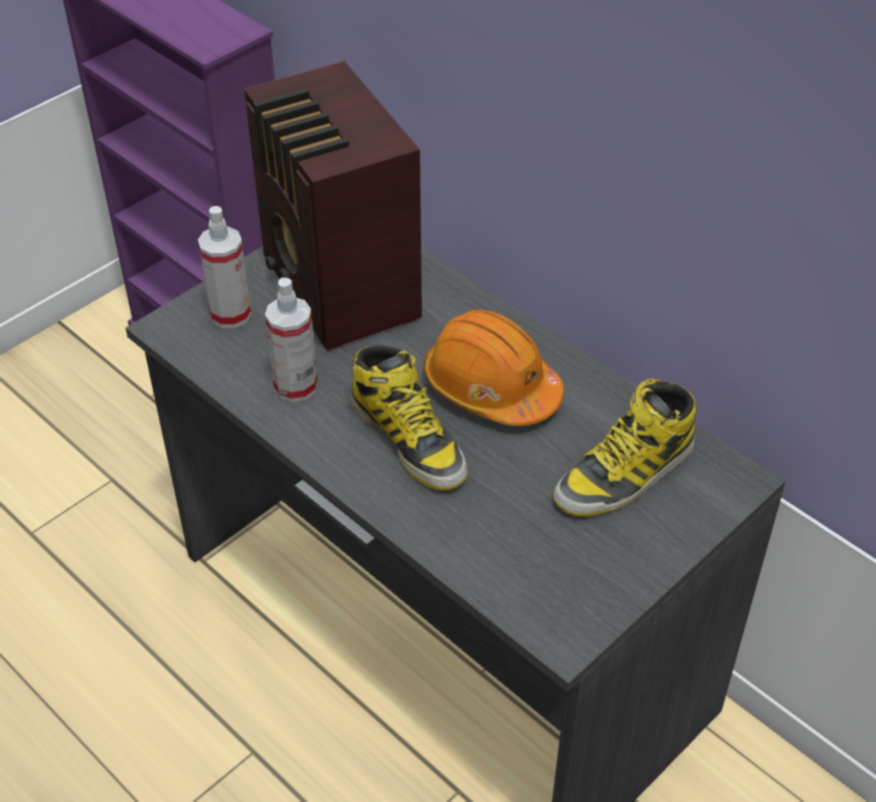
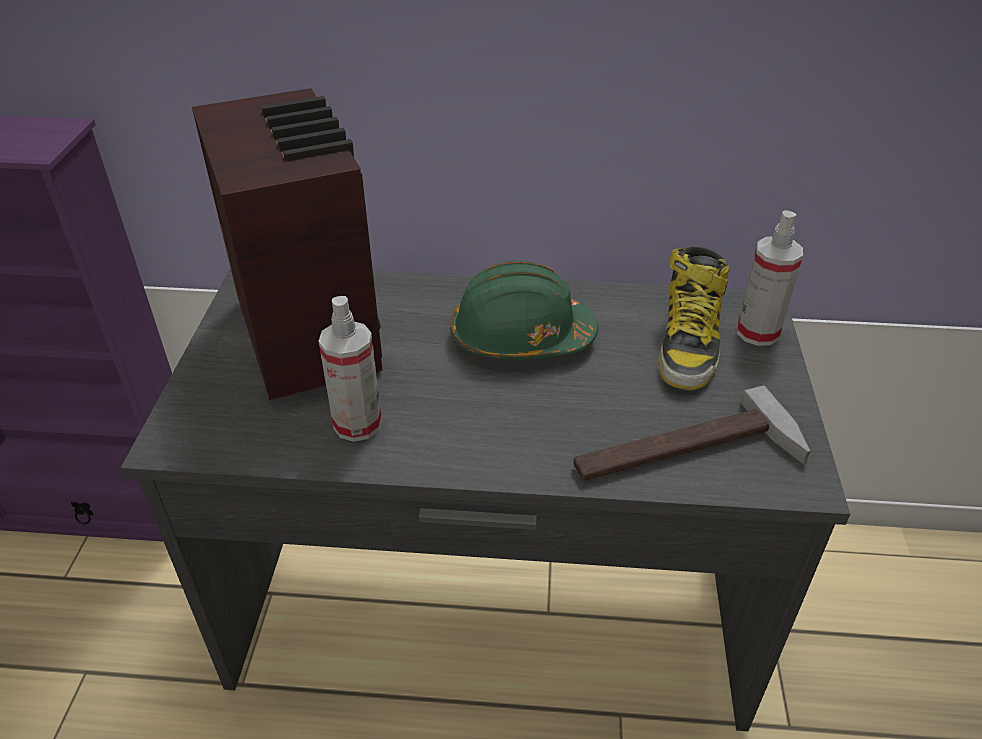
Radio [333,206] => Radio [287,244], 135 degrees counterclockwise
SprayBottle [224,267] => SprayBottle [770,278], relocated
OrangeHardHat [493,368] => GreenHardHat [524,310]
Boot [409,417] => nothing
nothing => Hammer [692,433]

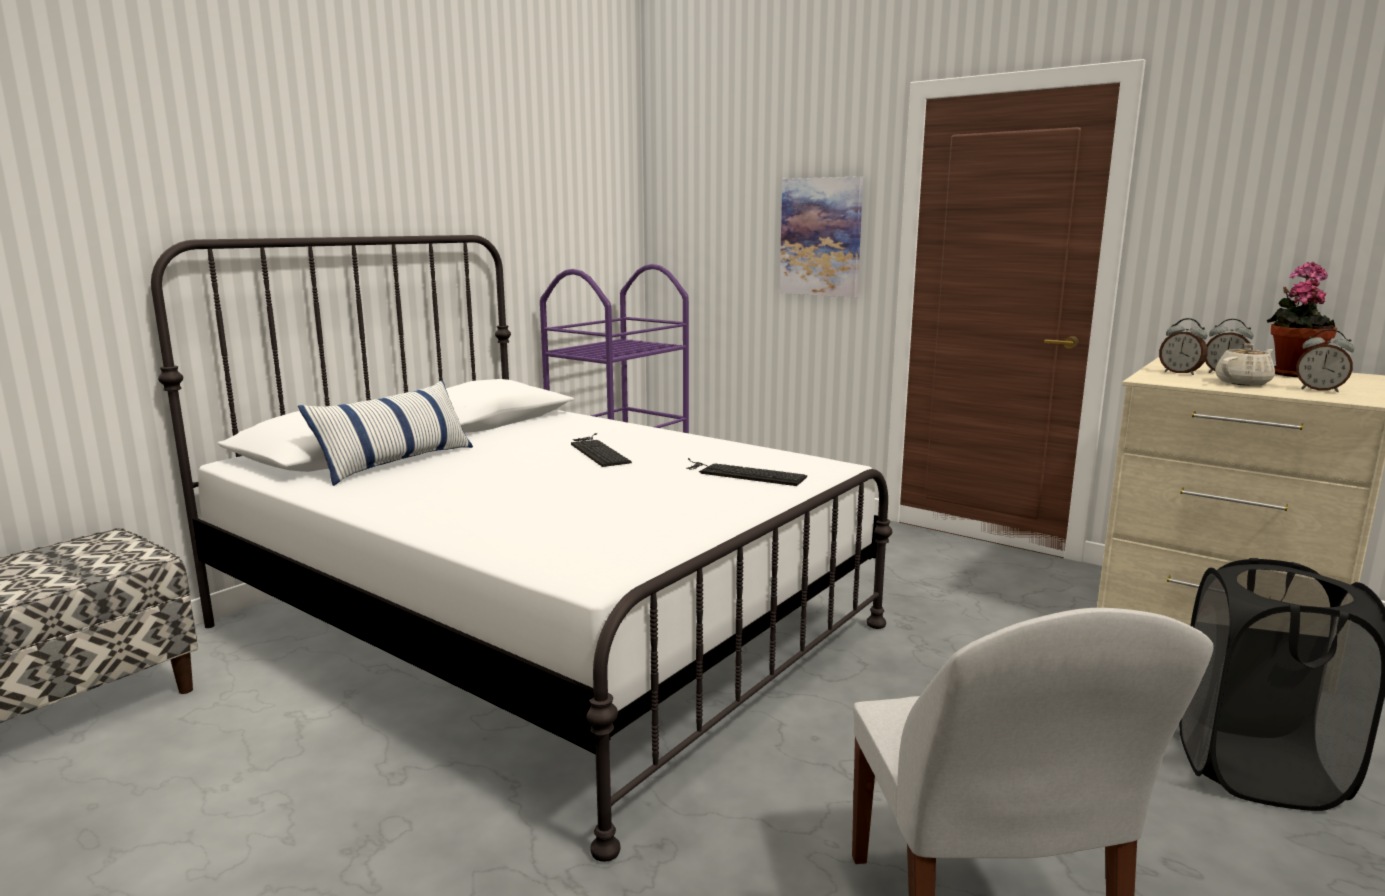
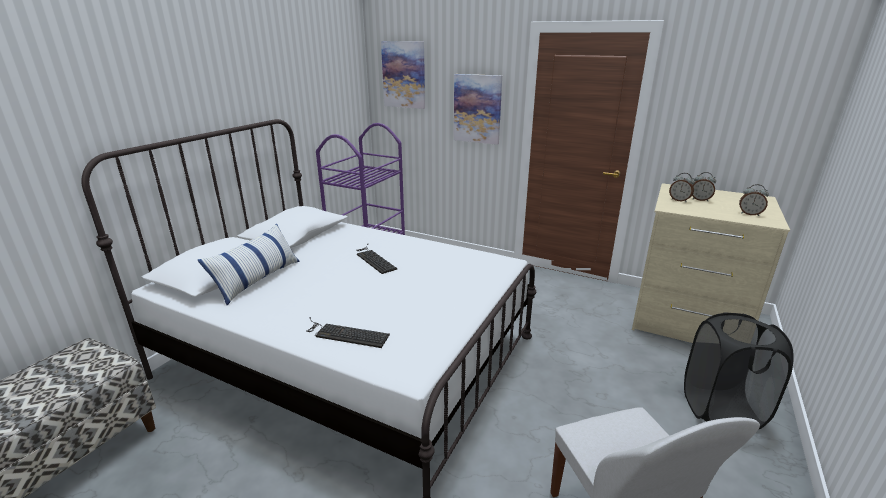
PottedPlant [1302,319] => nothing
BeigeTeapot [1245,365] => nothing
Keyboard [746,472] => Keyboard [348,332], relocated
nothing => Picture [403,75]

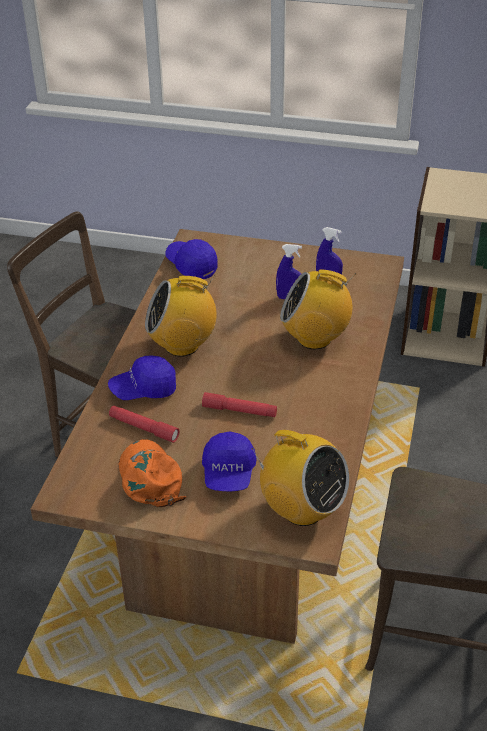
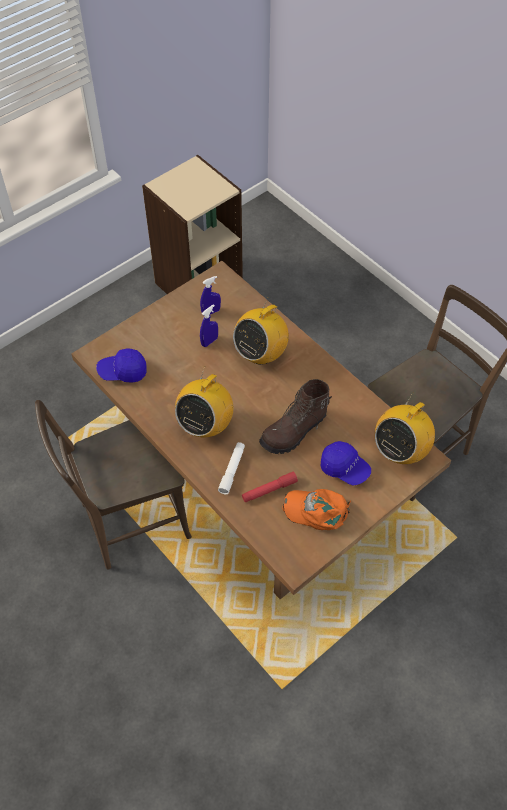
BlueCap [142,377] => WhiteFlashlight [231,468]
RedFlashlight [239,404] => BrownBoot [295,416]
Radio [300,478] => Radio [405,428], 150 degrees clockwise

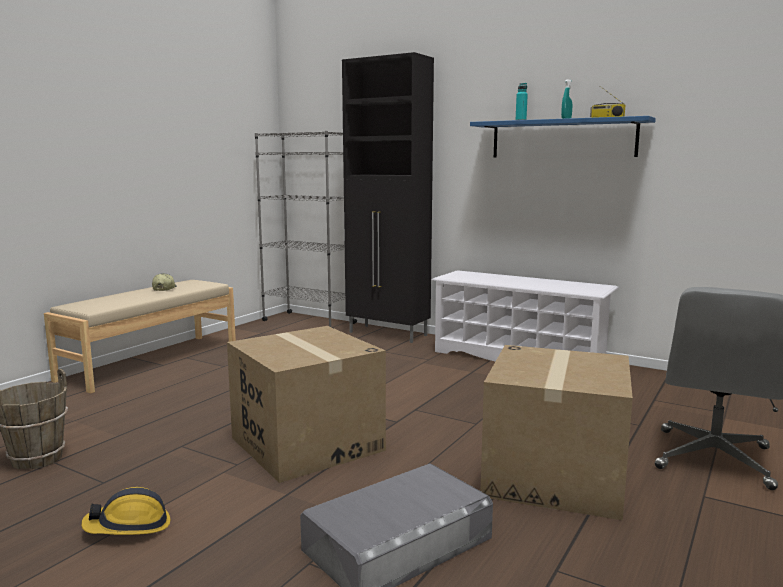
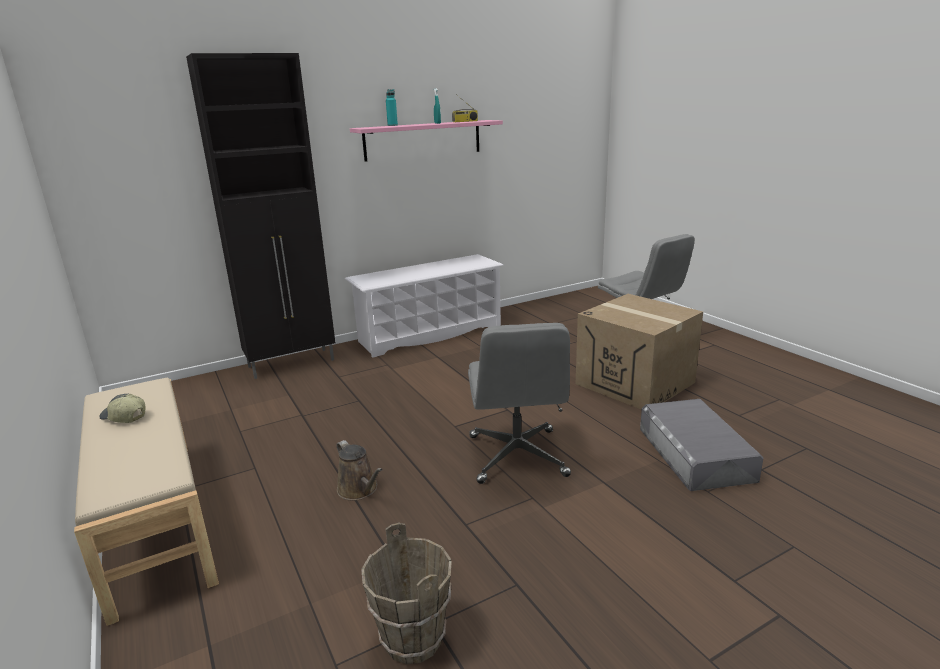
BlueShelf [563,137] => PinkShelf [426,141]
GreyBookcase [306,229] => nothing
CardboardBox [306,404] => GreyOfficeChair [519,403]
HardHat [125,511] => nothing
nothing => BrownWateringCan [359,470]

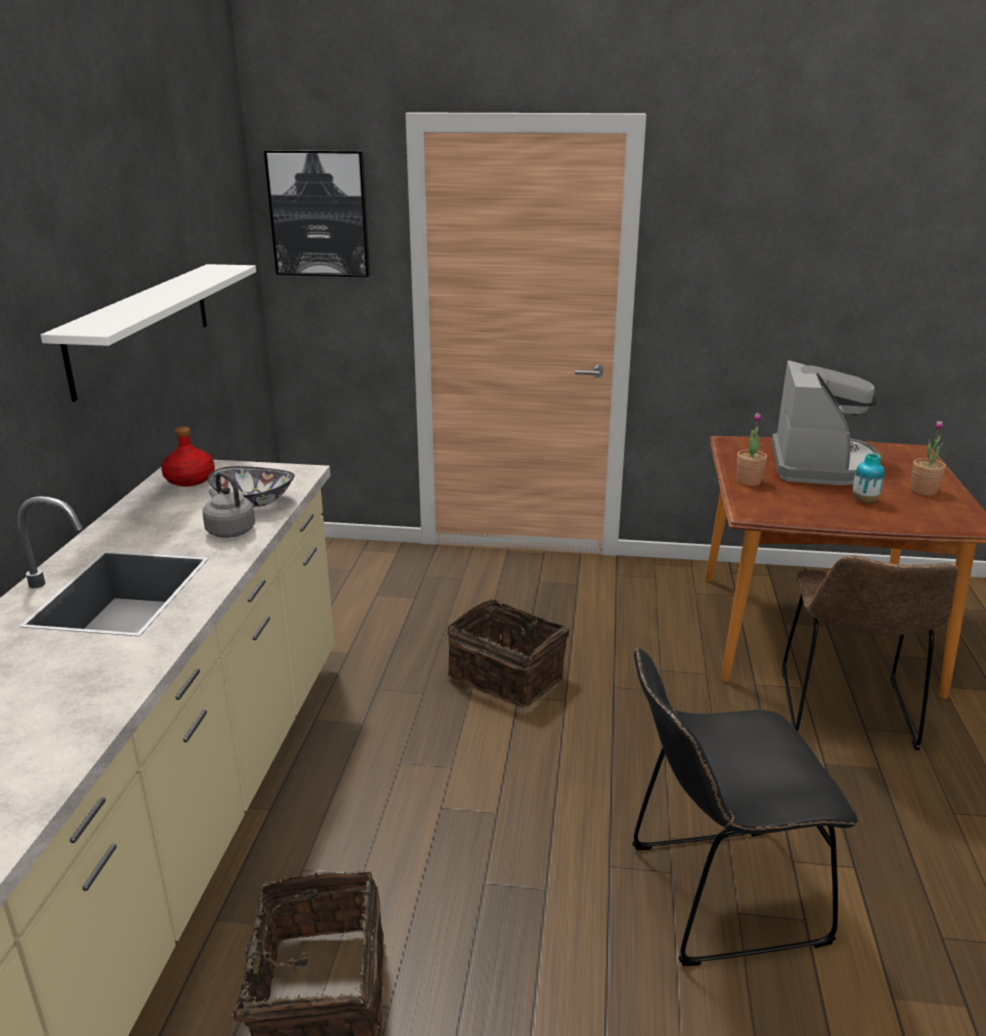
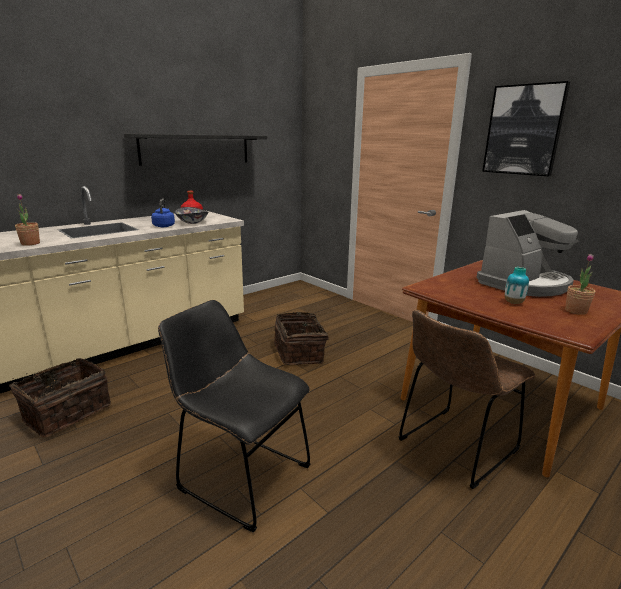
Picture [317,213] => Picture [526,128], relocated
WhiteShelf [148,333] => BlackShelf [195,150]
PottedPlant [752,449] => PottedPlant [27,220], relocated
GreyKettle [229,505] => BlueKettle [163,213]

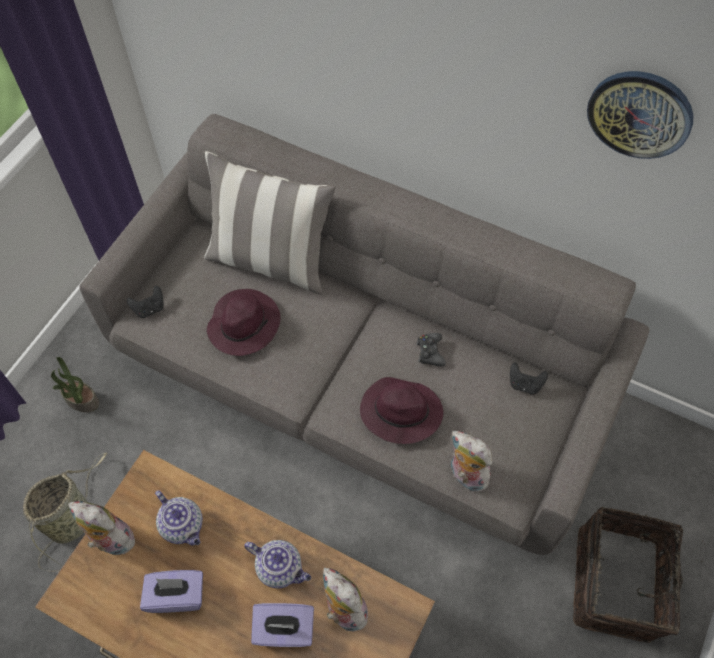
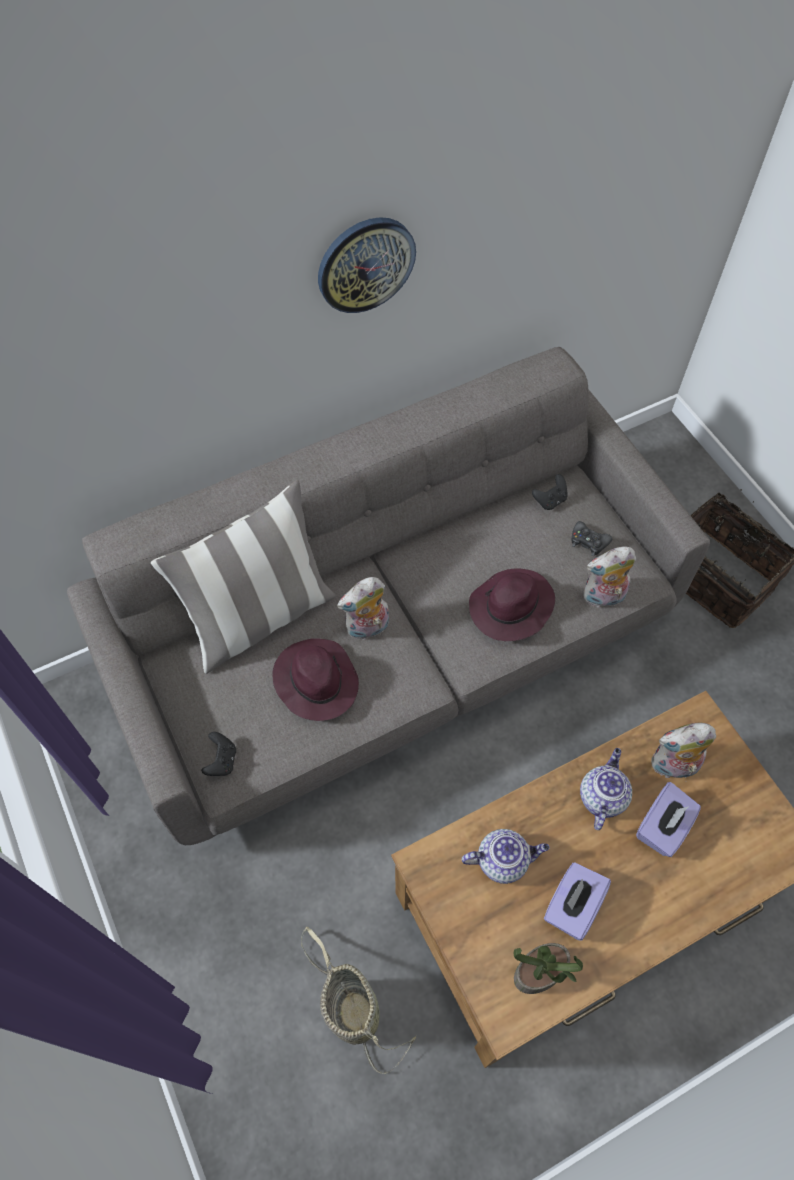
WallClock [640,115] => WallClock [367,265], relocated
BlackGameController [431,349] => BlackGameController [591,538], relocated
PottedPlant [75,384] => PottedPlant [548,968], relocated
PlushToy [102,528] => PlushToy [363,608], relocated
Teapot [277,564] => Teapot [606,789], 45 degrees counterclockwise

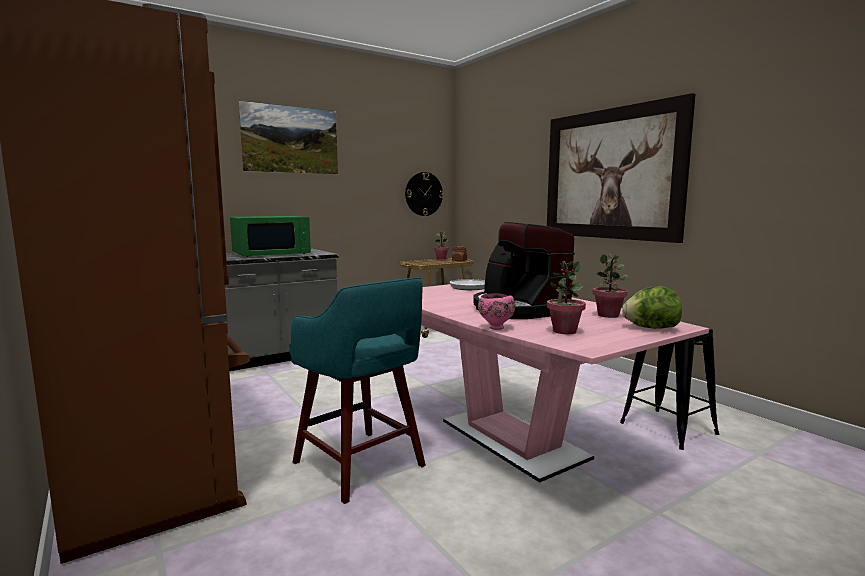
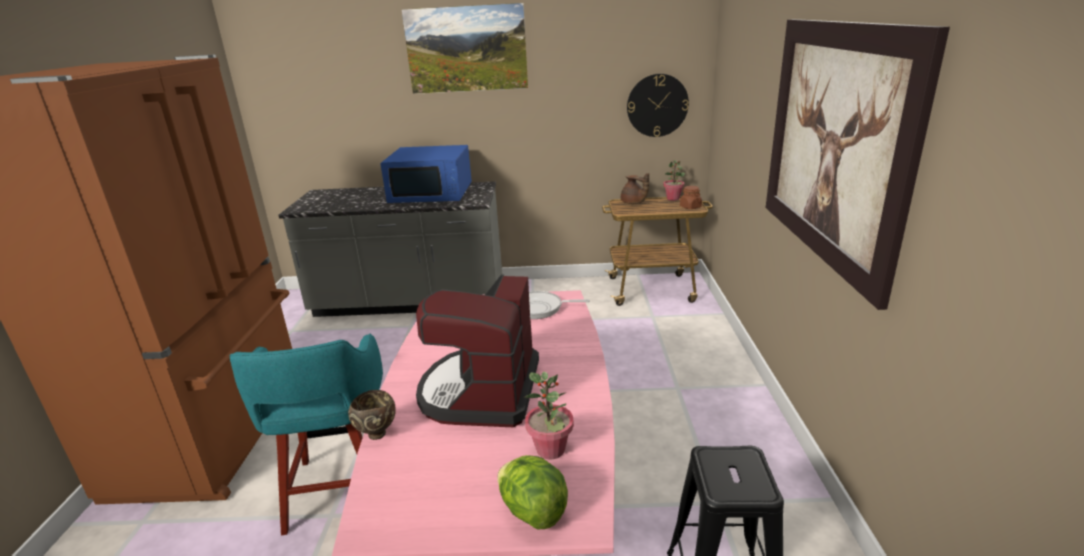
GreenMicrowave [270,236] => BlueMicrowave [426,174]
PottedPlant [566,297] => nothing
PinkBowl [496,311] => BrownBowl [372,415]
nothing => BrownTeapot [635,188]

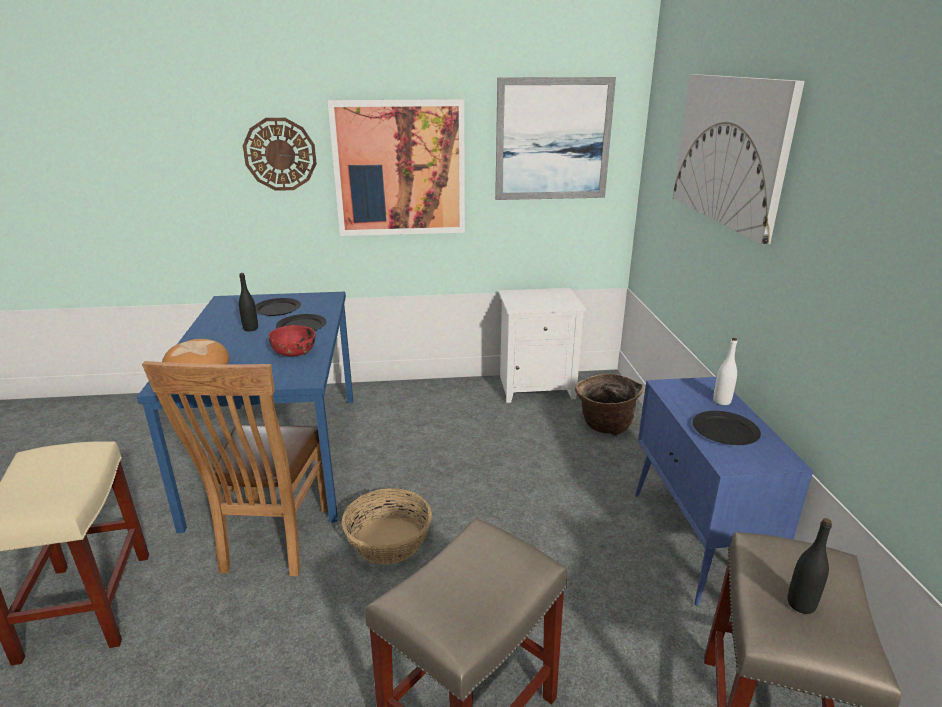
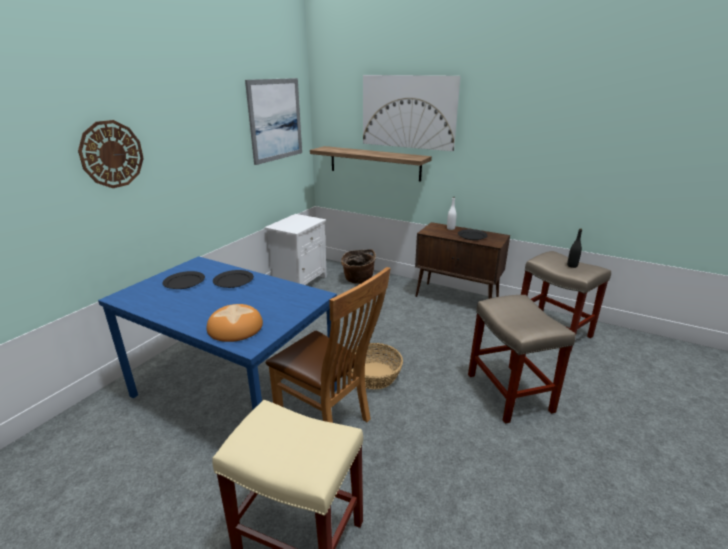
Picture [396,167] => nothing
BlackBottle [248,302] => nothing
RedBowl [292,340] => nothing
BlueCabinet [724,491] => BrownCabinet [462,260]
nothing => Shelf [371,164]

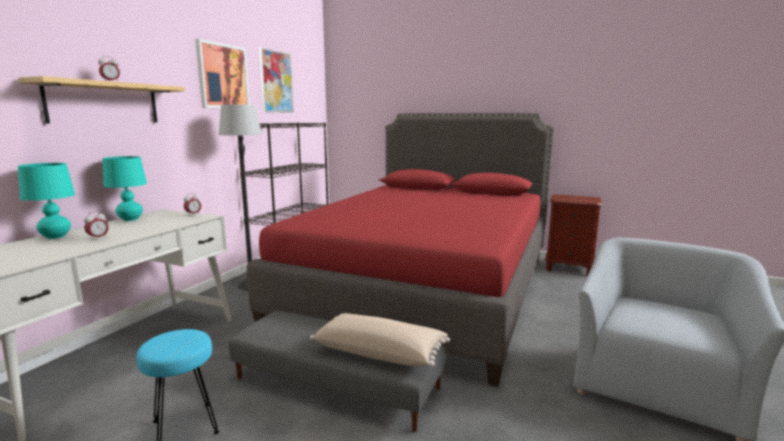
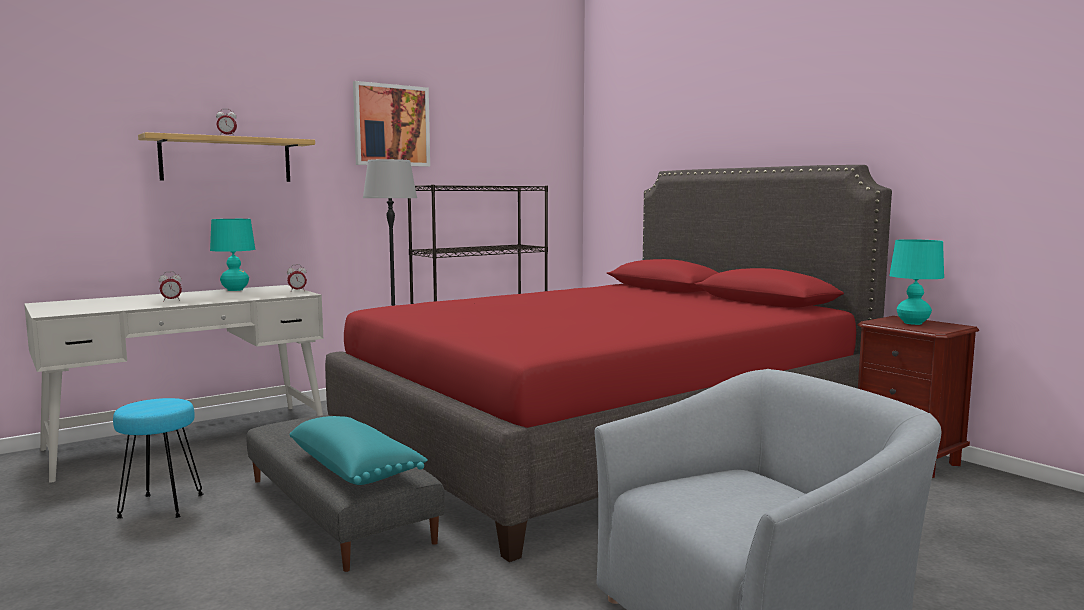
Picture [276,80] => nothing
TurquoiseTableLamp [46,201] => TurquoiseTableLamp [916,282], relocated
BeigePillow [380,340] => TurquoisePillow [359,450]

